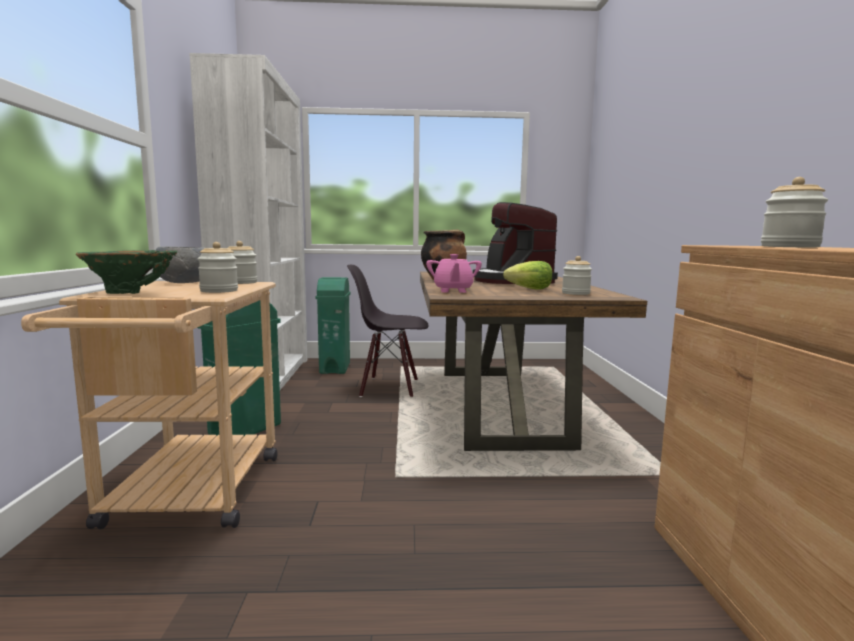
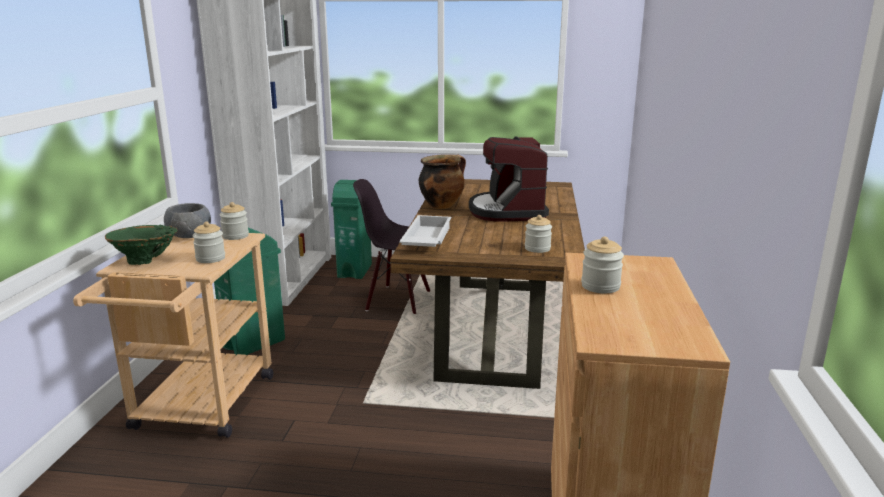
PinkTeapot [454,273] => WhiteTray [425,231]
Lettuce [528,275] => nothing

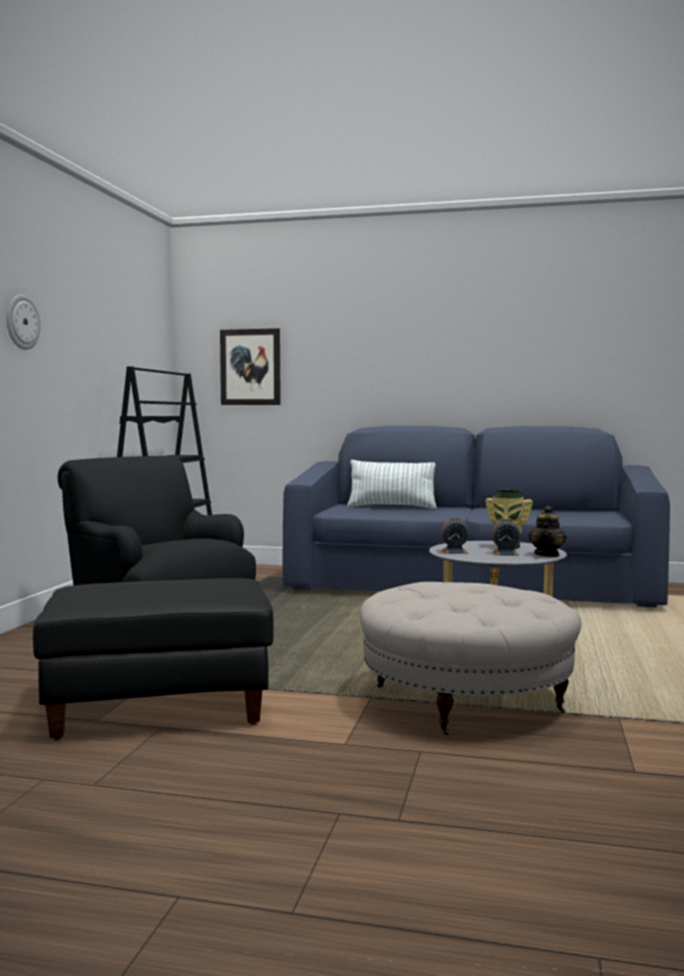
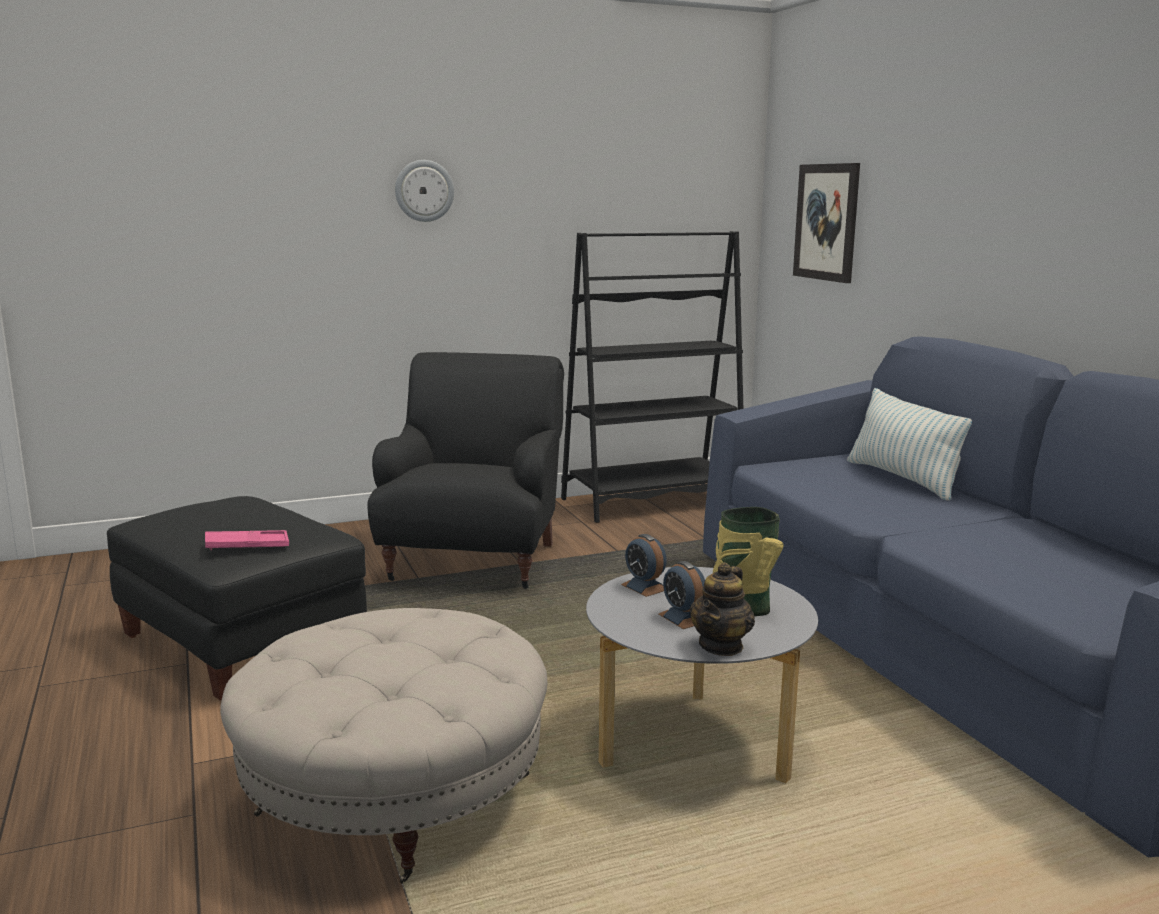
Teapot [547,531] => Teapot [722,609], 45 degrees counterclockwise
nothing => PinkTray [247,540]

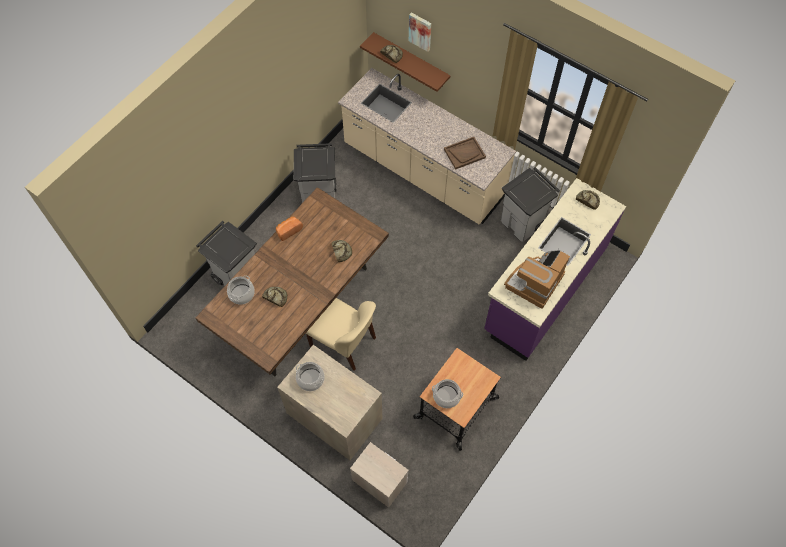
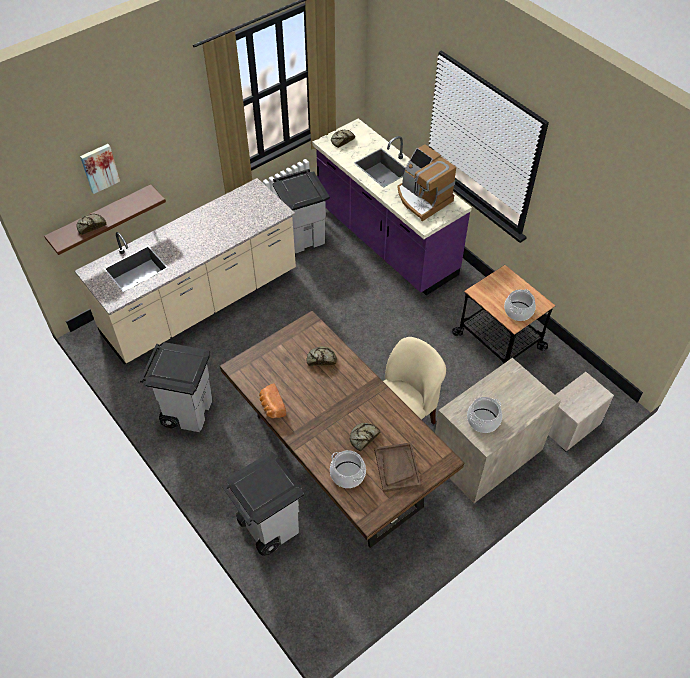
BrownTray [465,153] => BrownTray [397,467], relocated

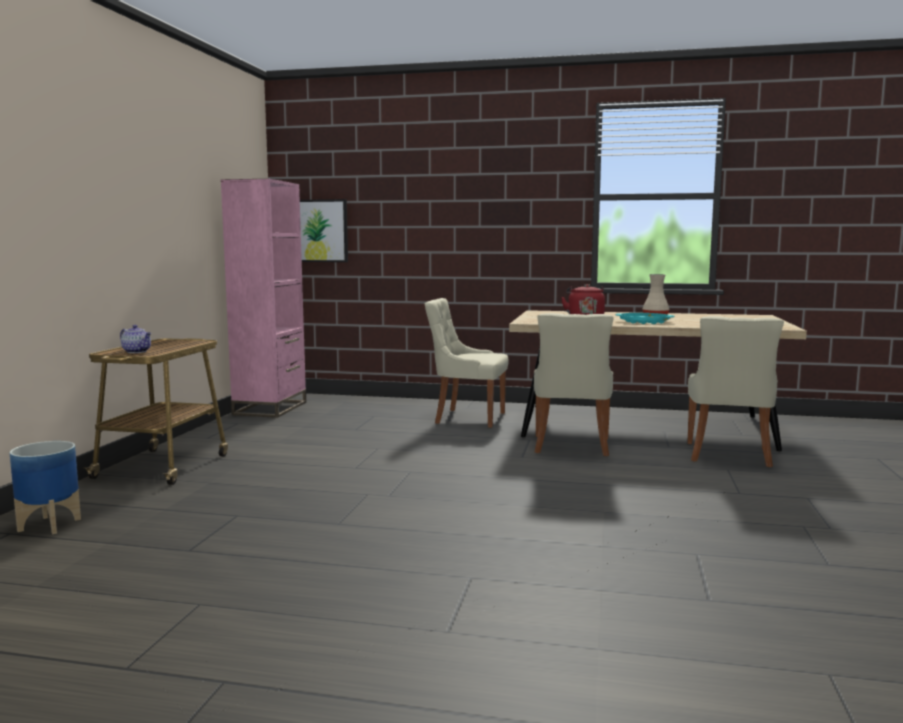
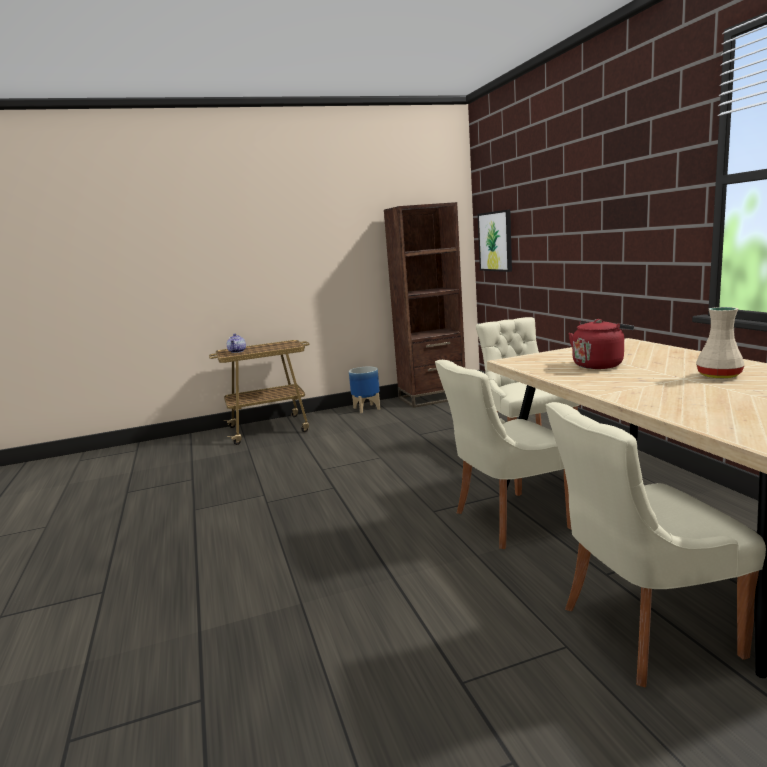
PinkBookcase [263,298] => BrownBookcase [424,305]
TurquoiseTray [645,318] => nothing
Planter [45,487] => Planter [364,389], relocated

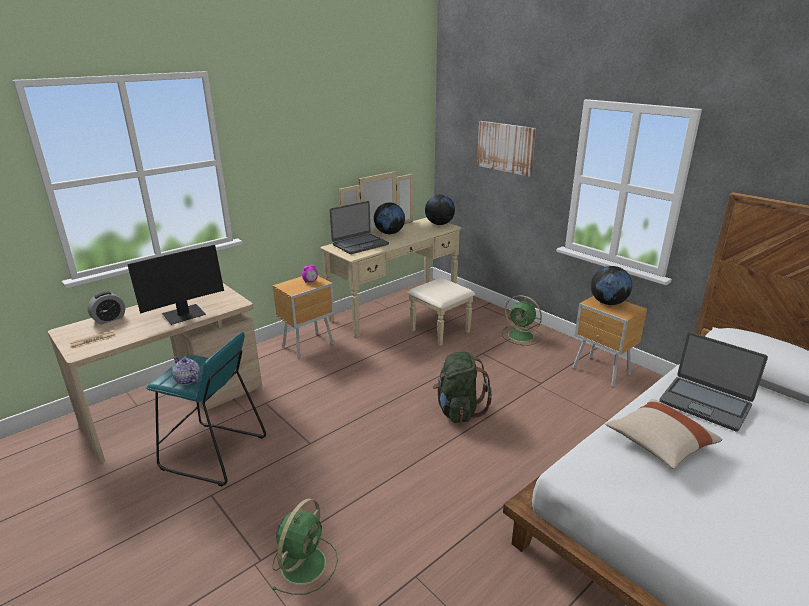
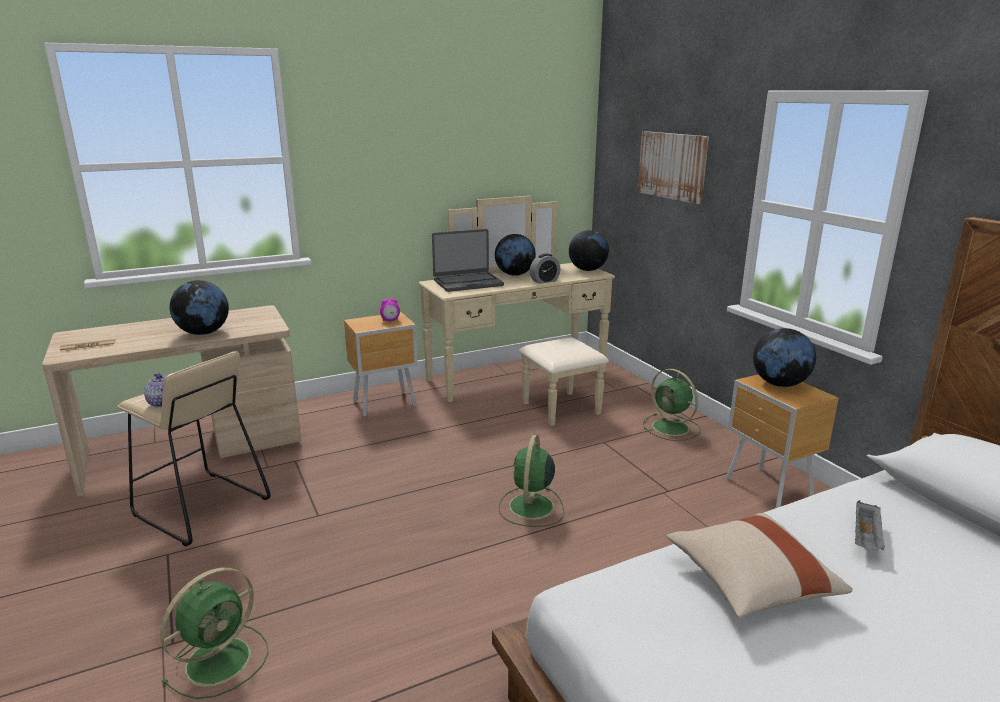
Monitor [175,285] => Globe [199,307]
AlarmClock [106,308] => AlarmClock [545,268], relocated
TurquoiseStool [206,409] => BeigeStool [194,449]
Laptop [713,382] => GreyTray [870,525]
GreenBackpack [462,387] => GreenFan [531,480]

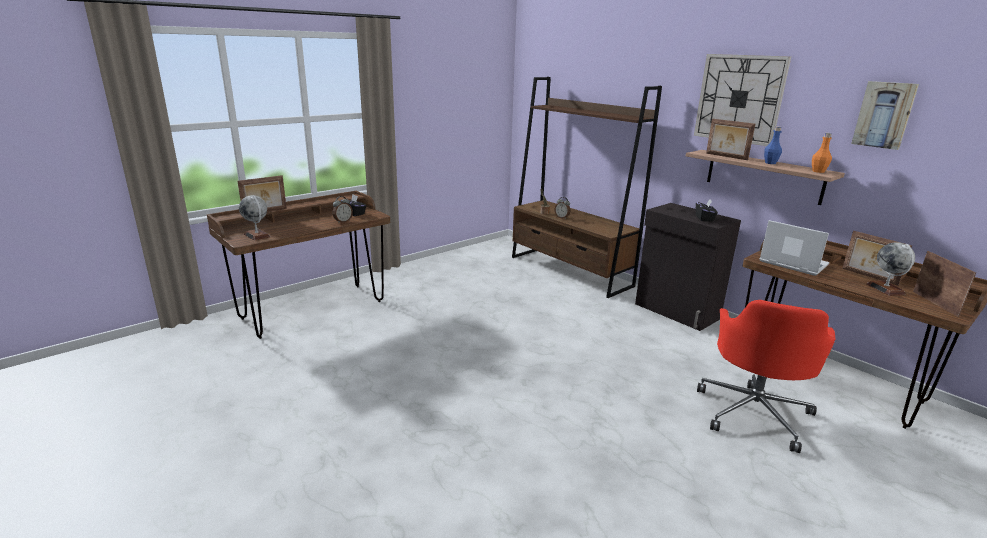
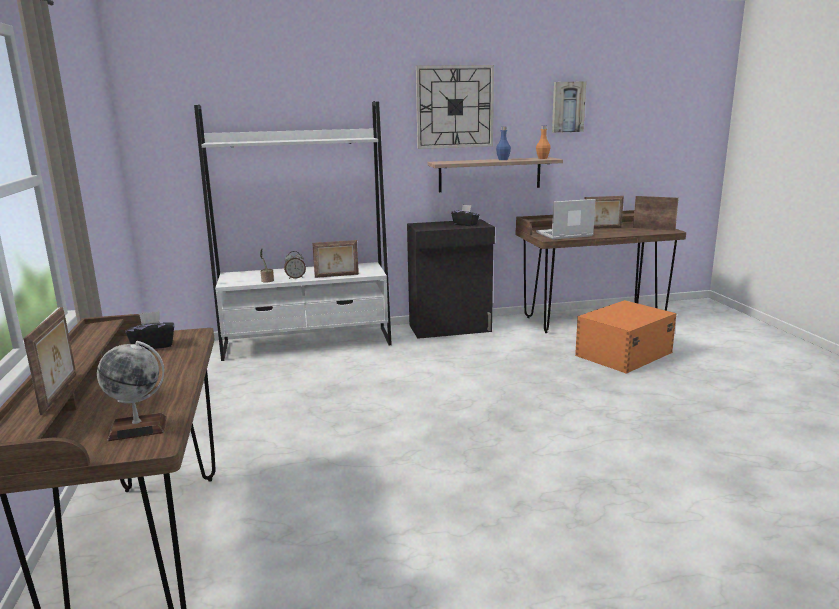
BrownBookcase [587,187] => WhiteBookcase [293,231]
PictureFrame [730,139] => PictureFrame [335,259], relocated
AlarmClock [343,209] => nothing
Globe [890,269] => nothing
RedOfficeChair [766,376] => OrangeStorageBox [626,337]

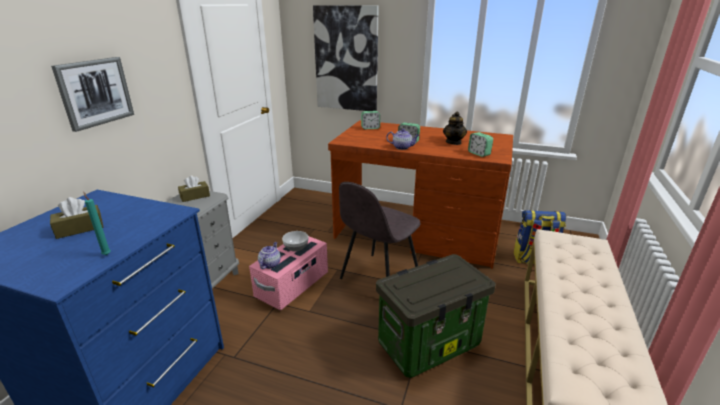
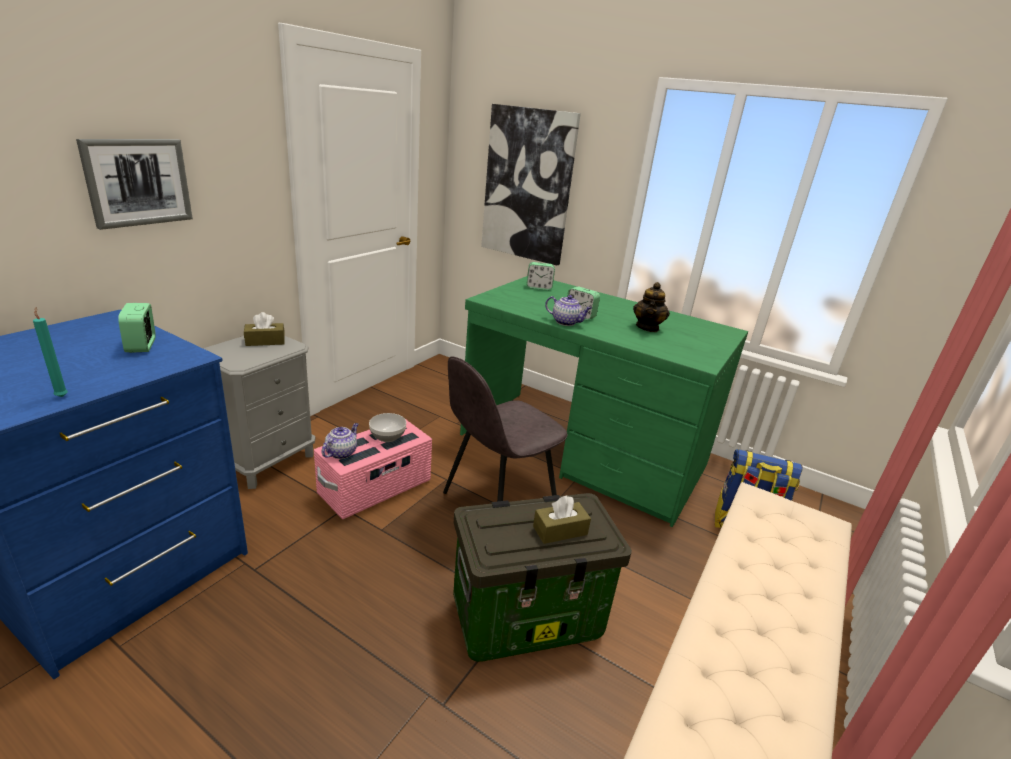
BrownDesk [420,194] => GreenDesk [604,401]
AlarmClock [480,144] => AlarmClock [137,328], relocated
BrownTissueBox [76,218] => BrownTissueBox [562,520], relocated

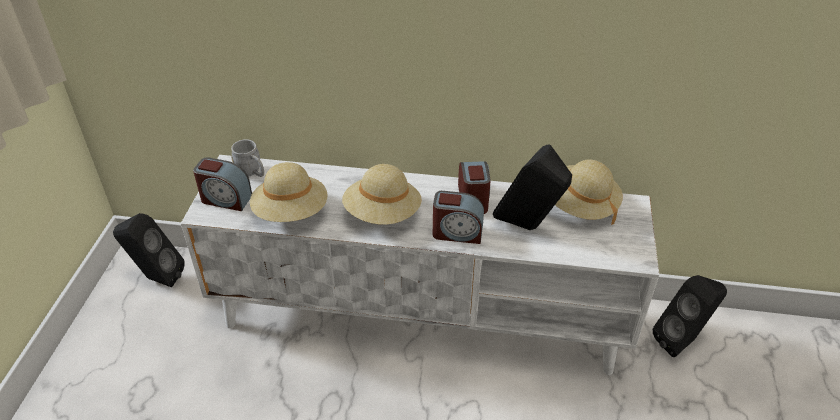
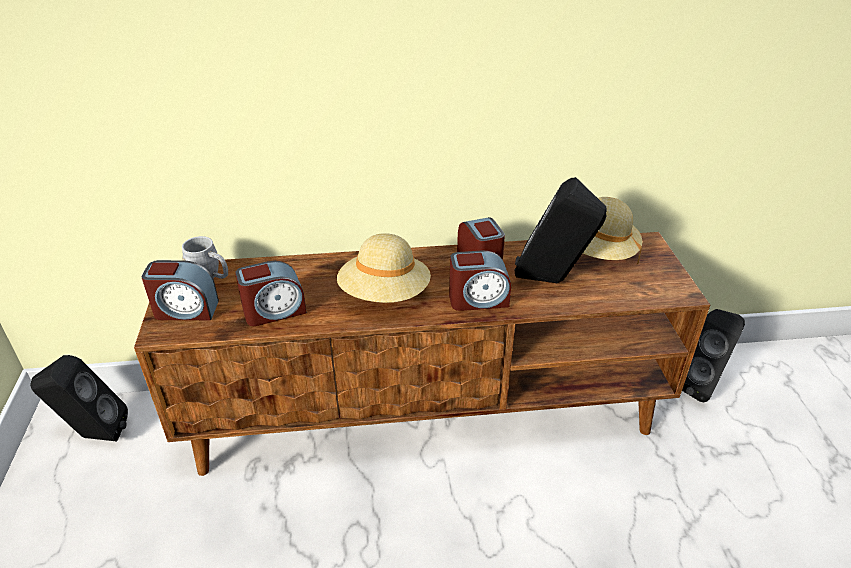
WhiteTvStand [420,265] => BrownTvStand [422,354]
BeigeHat [289,192] => AlarmClock [271,293]

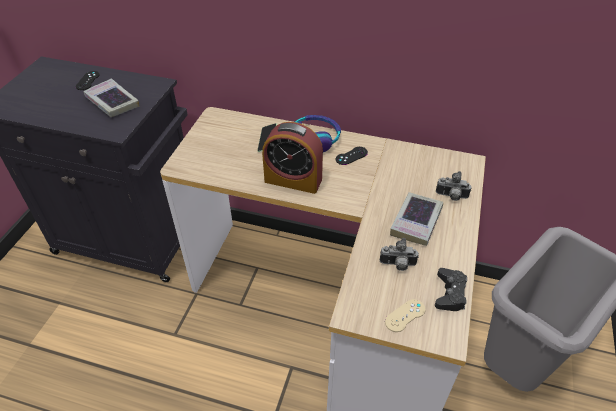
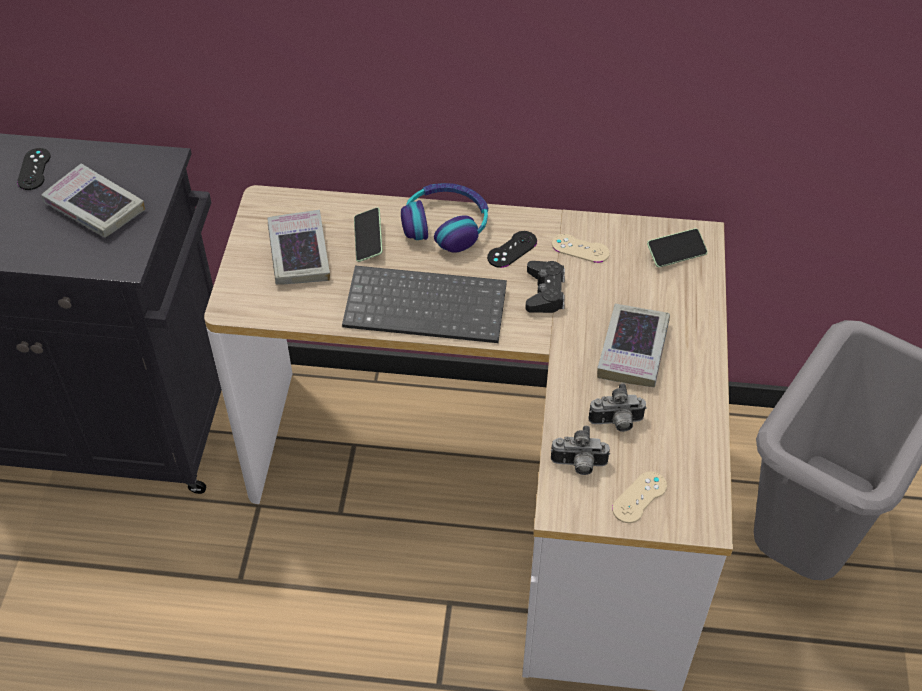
AlarmClock [292,158] => Keyboard [424,304]
PhotoCamera [454,186] => PhotoCamera [580,450], relocated
BlackGameController [451,289] => BlackGameController [545,287], relocated
nothing => Book [298,247]
nothing => Phone [677,247]
nothing => BeigeGameController [581,248]

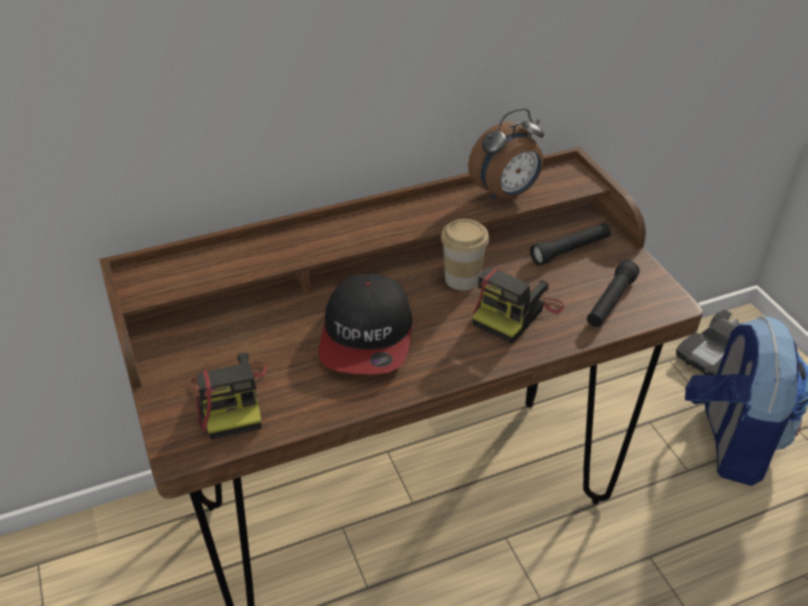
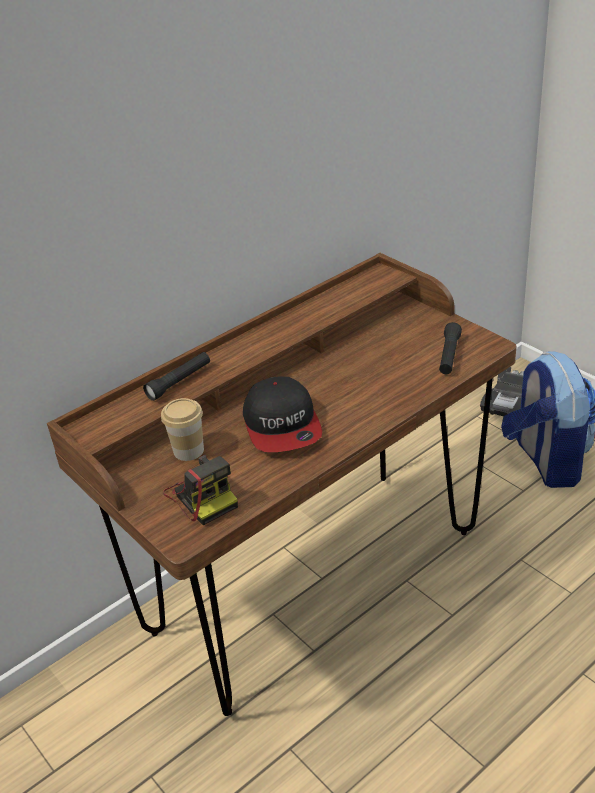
AlarmClock [506,154] => nothing
Cup [465,255] => Cup [182,429], relocated
BlackFlashlight [570,244] => BlackFlashlight [176,376], relocated
PhotoCamera [518,305] => nothing

